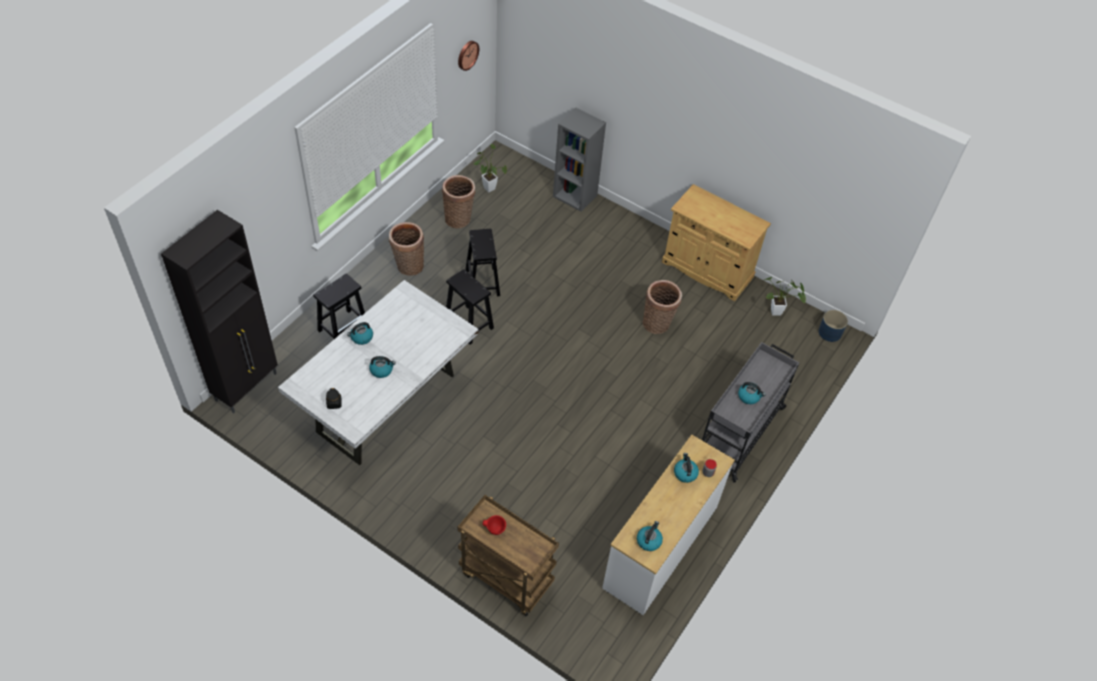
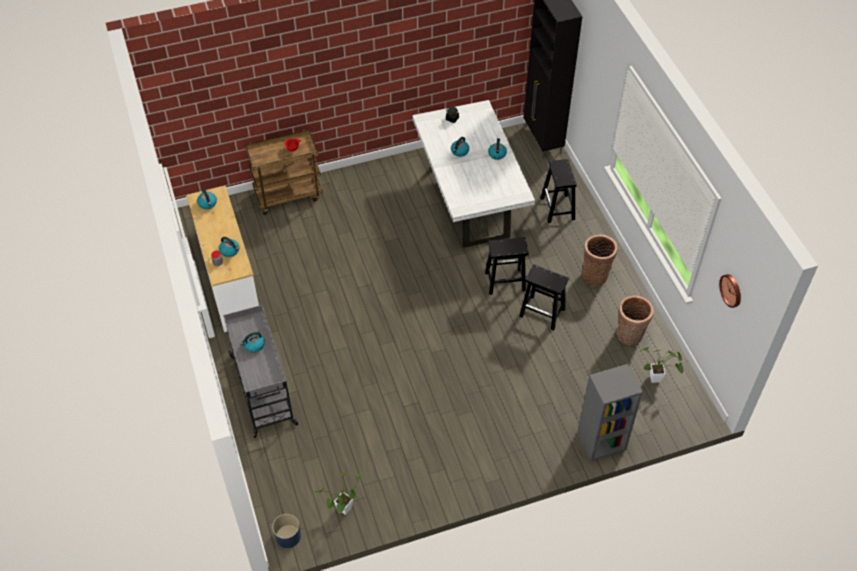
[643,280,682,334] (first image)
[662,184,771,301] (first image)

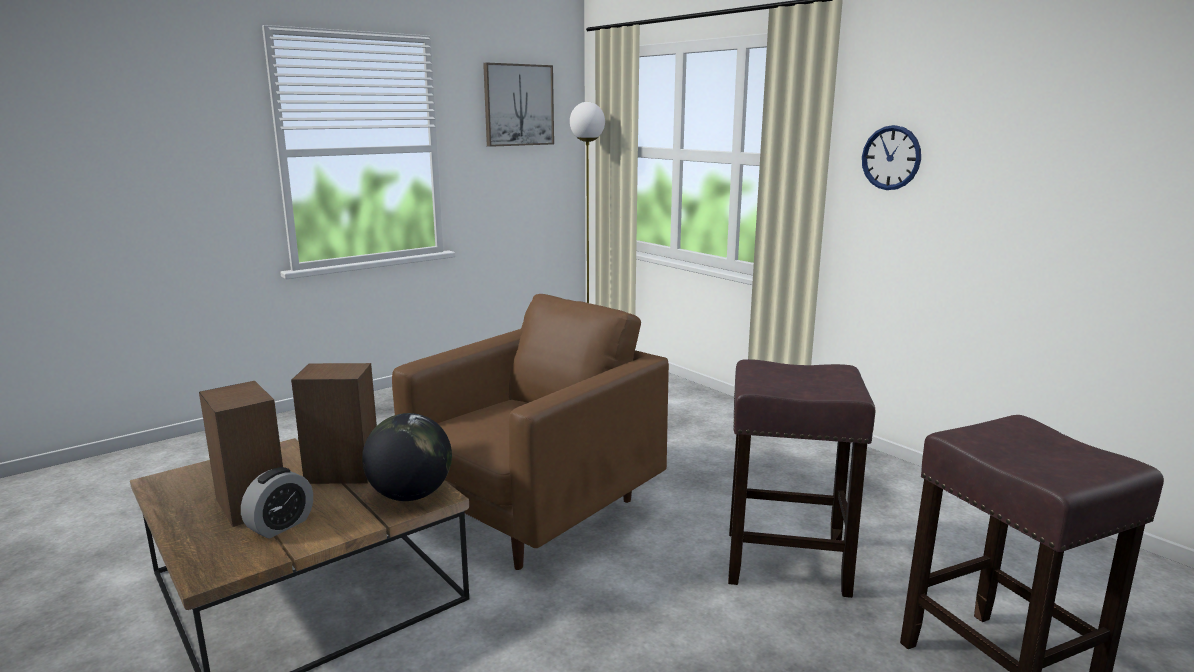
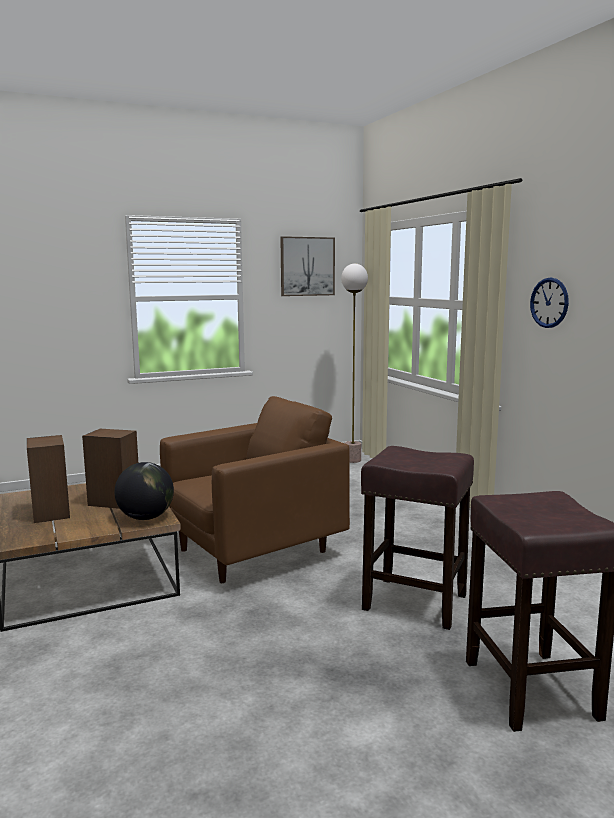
[241,467,313,539] (first image)

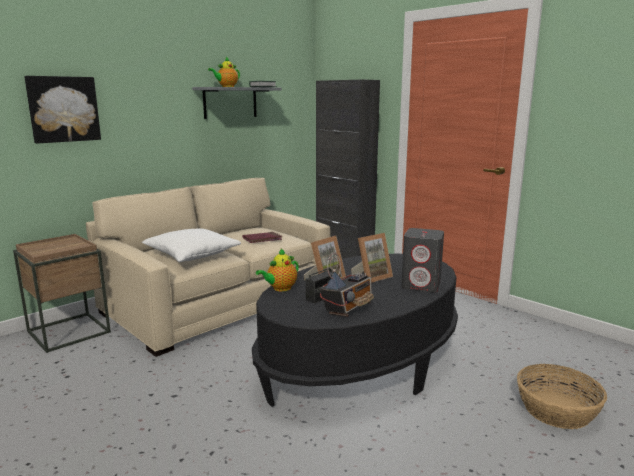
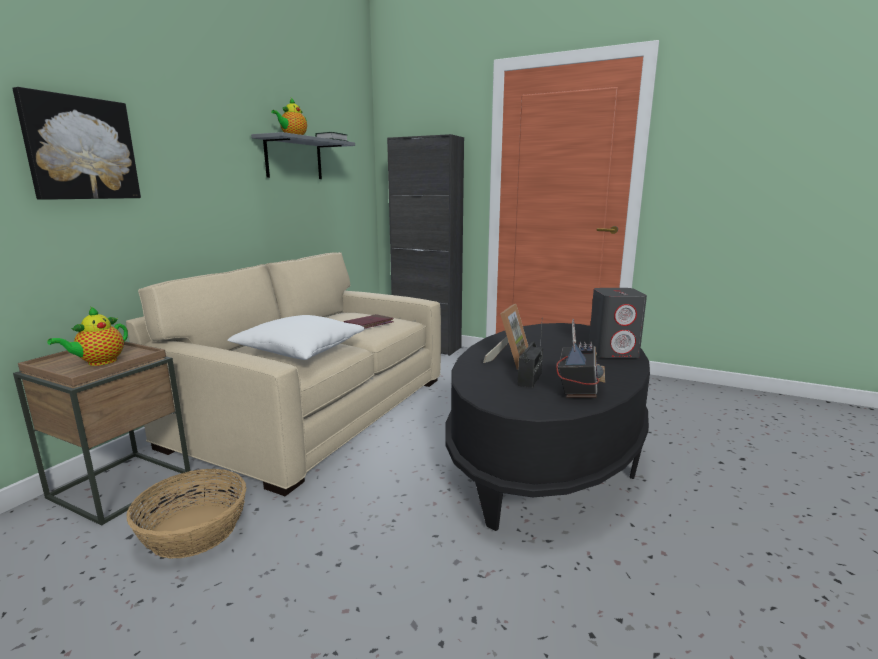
[47,306,128,366]
[126,469,247,559]
[351,233,393,283] (first image)

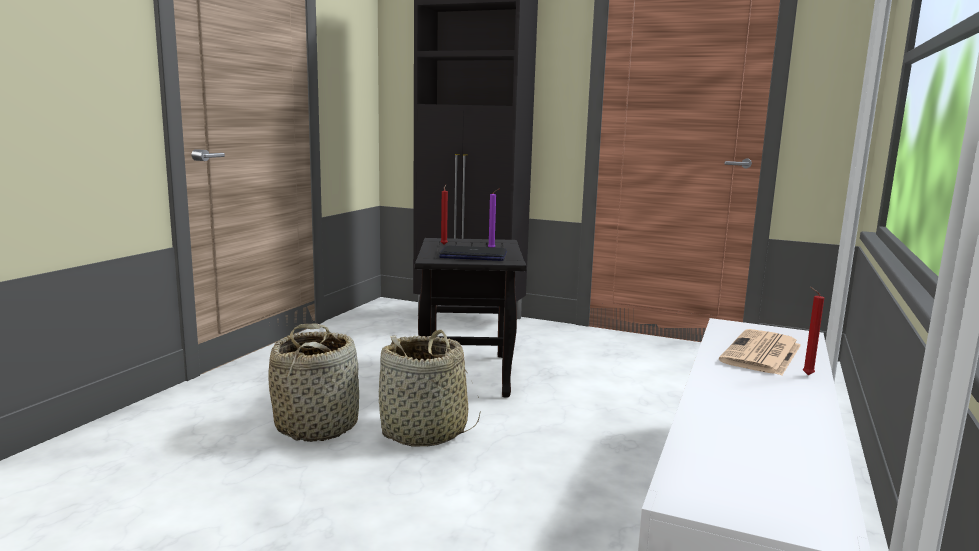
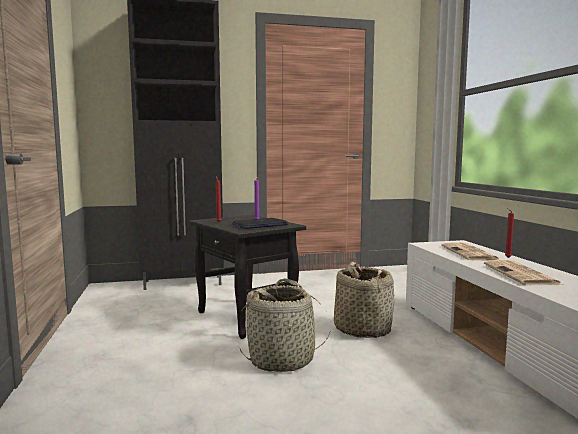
[334,262,394,338]
[484,260,563,285]

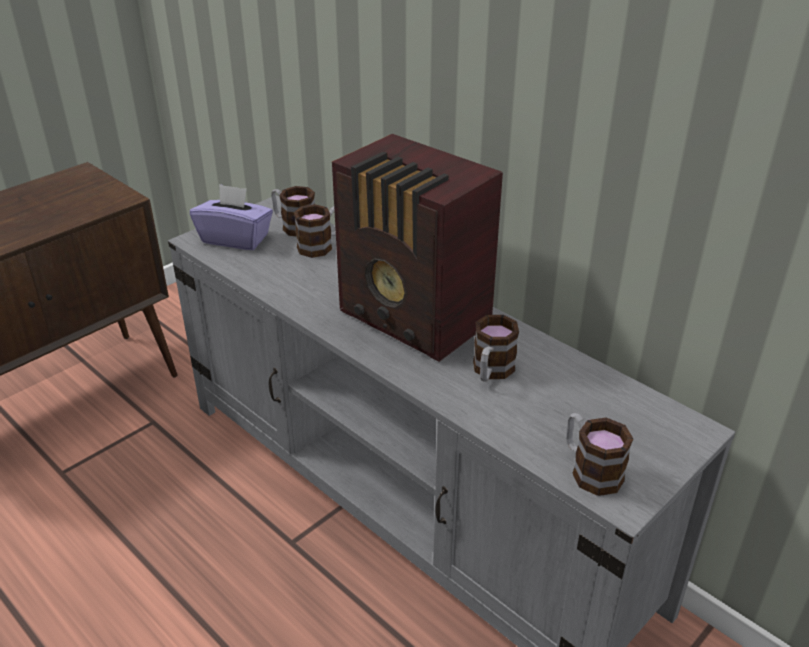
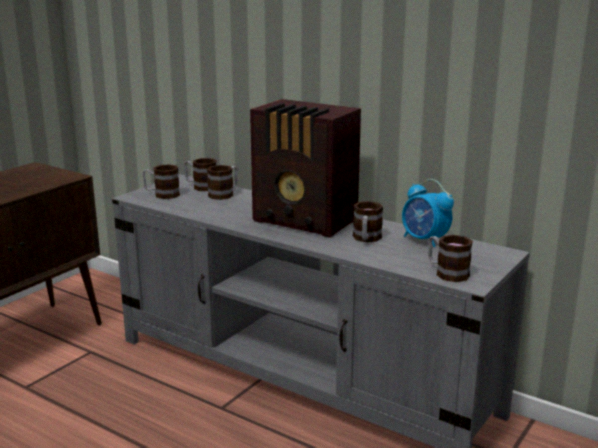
[142,164,180,199]
[402,179,454,247]

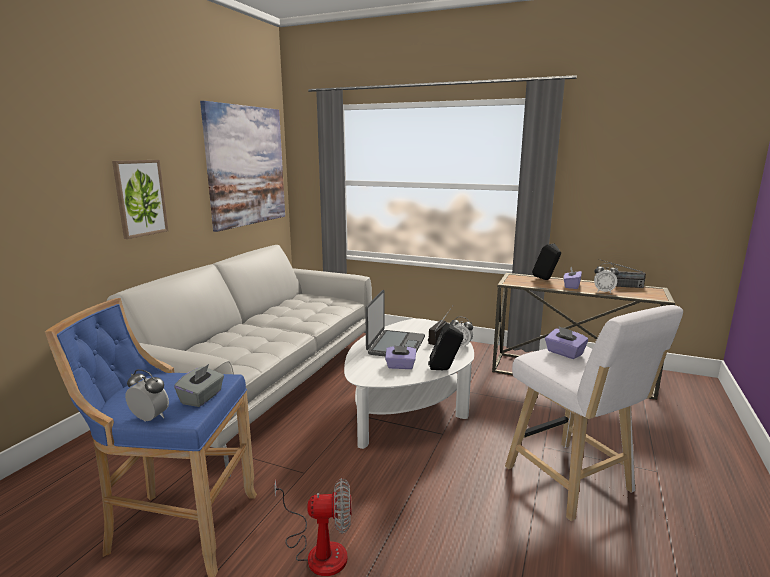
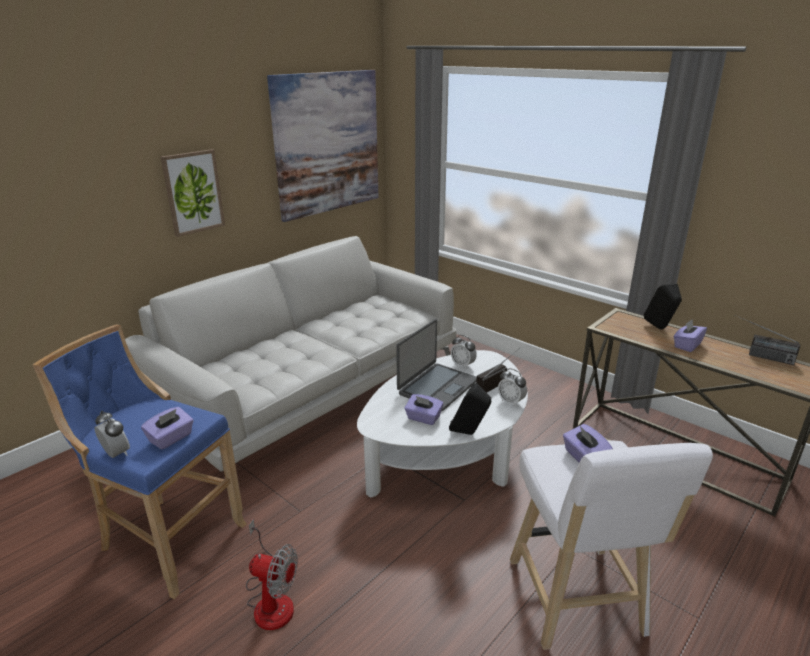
[141,407,194,450]
[451,335,477,369]

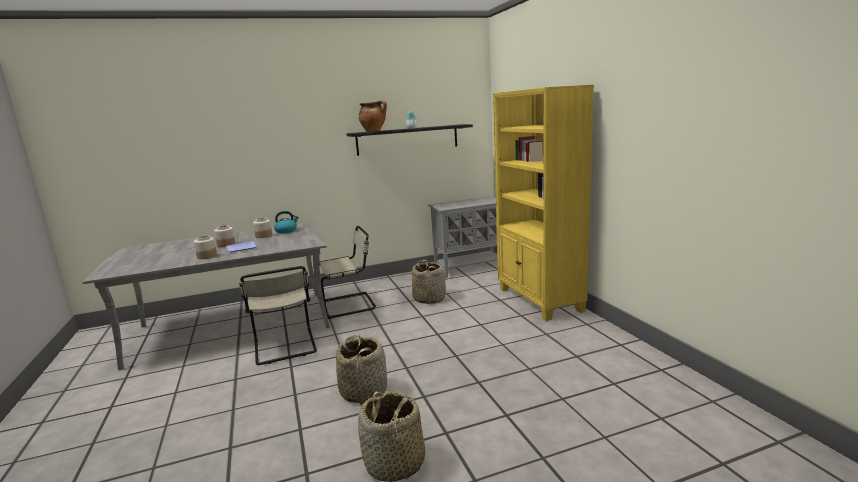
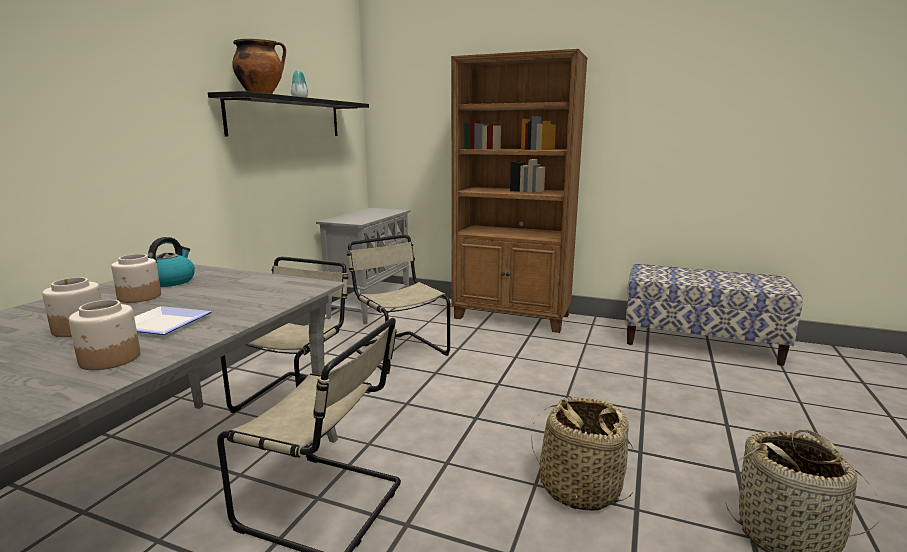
[347,235,450,374]
[451,49,587,333]
[626,264,803,366]

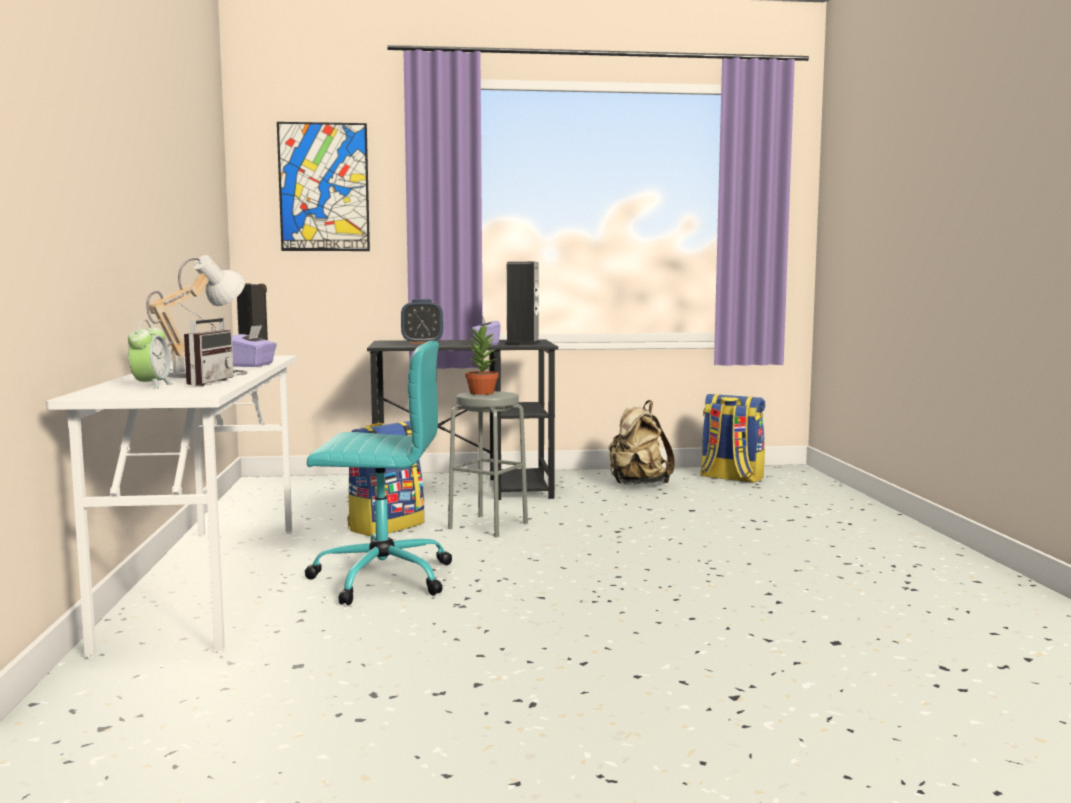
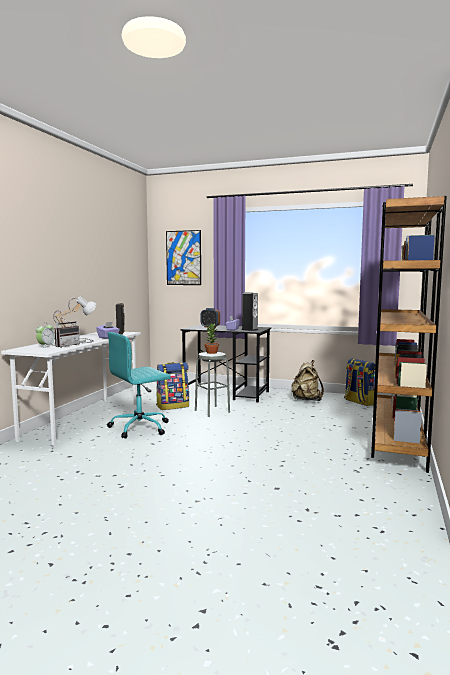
[107,332,171,439]
[371,196,447,473]

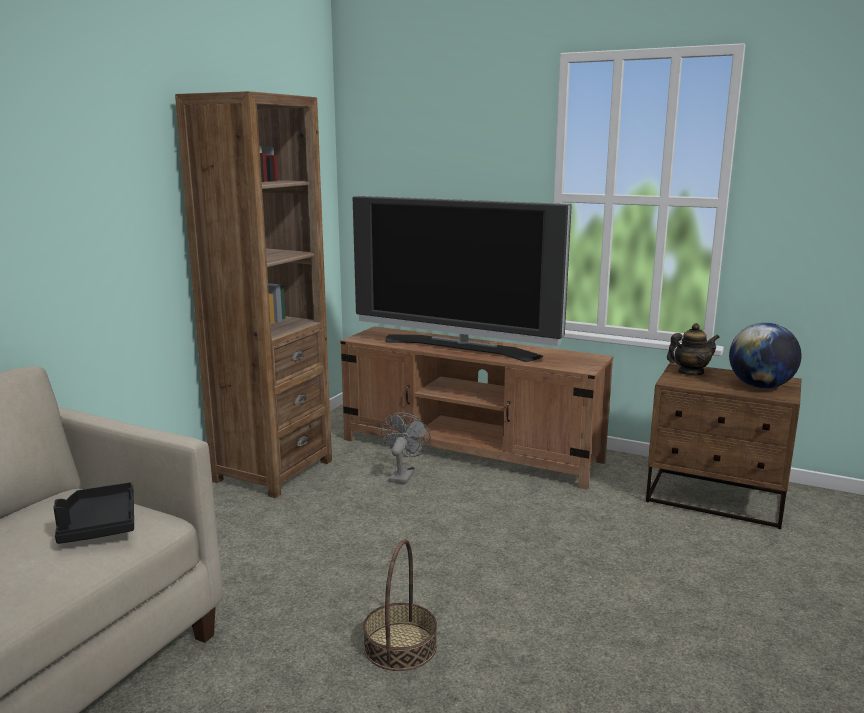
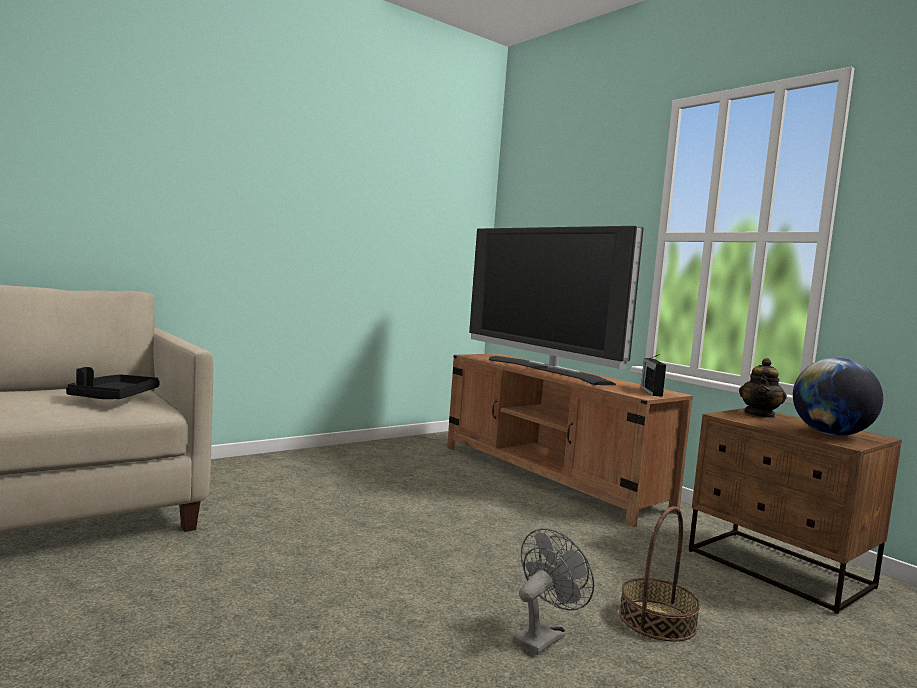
[513,528,594,655]
[619,506,700,642]
[641,354,666,397]
[739,358,787,418]
[175,91,332,498] (first image)

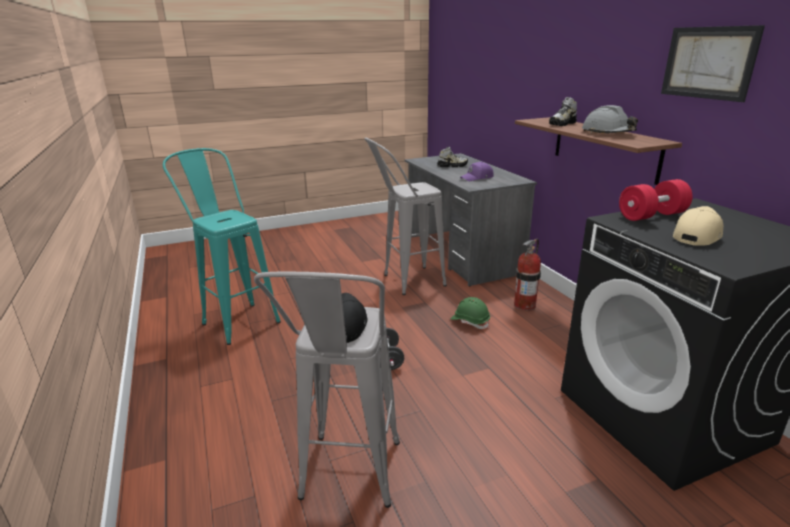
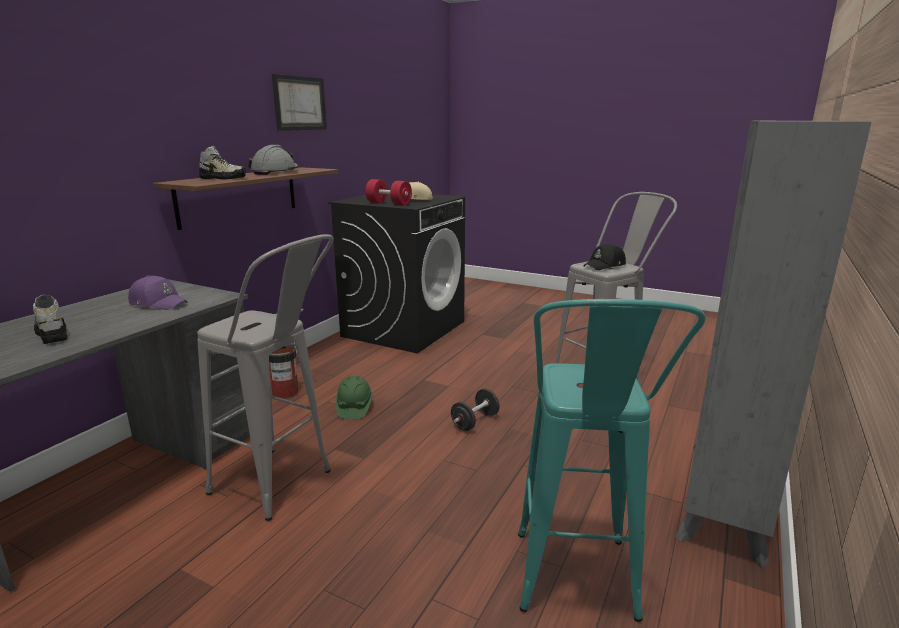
[675,121,872,568]

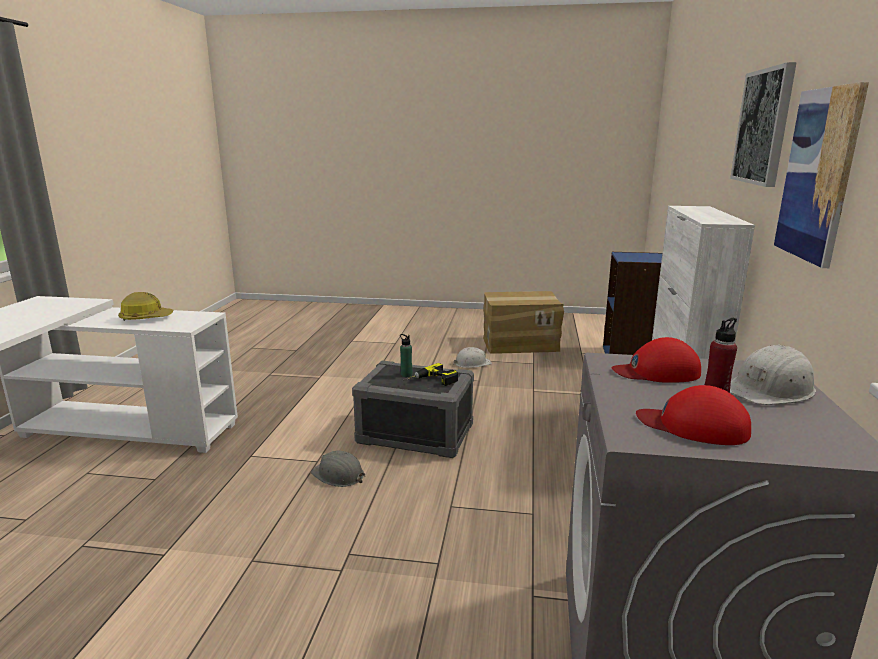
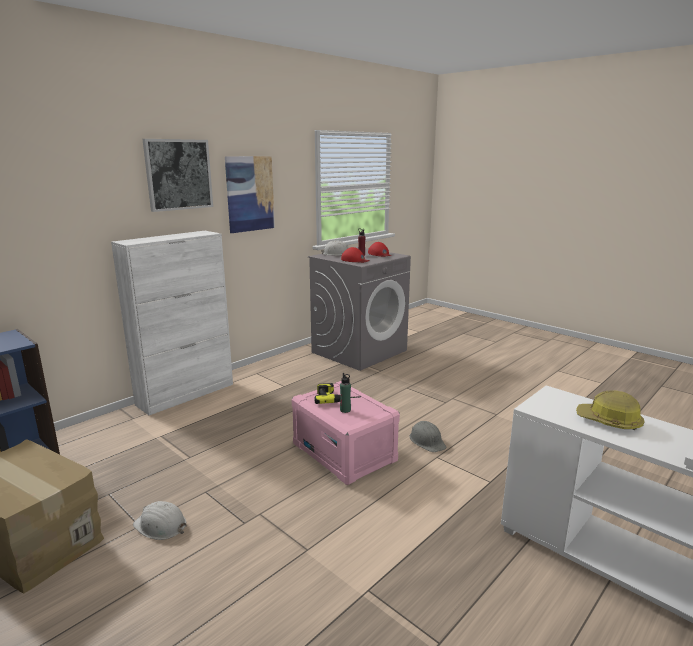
[292,381,400,485]

